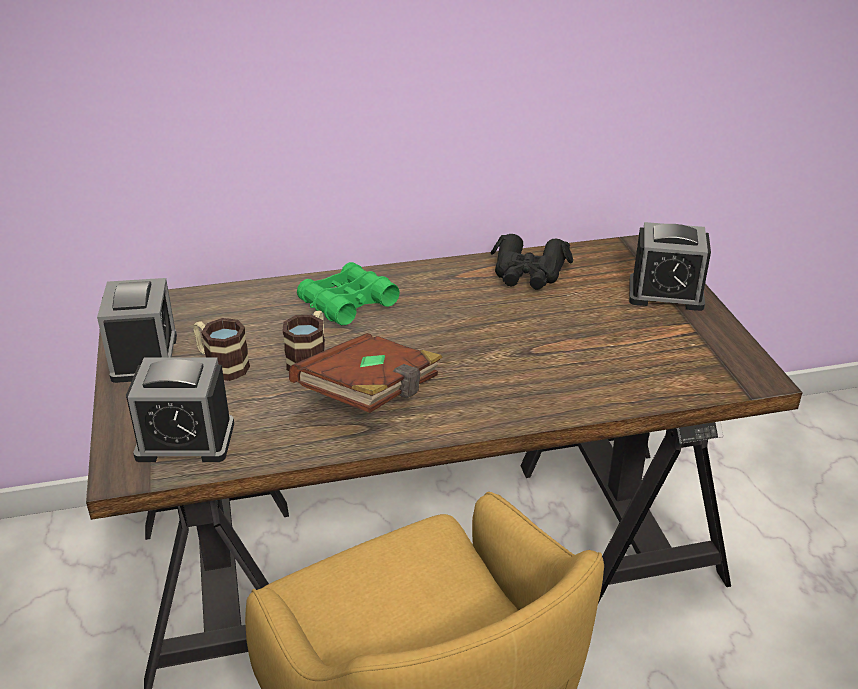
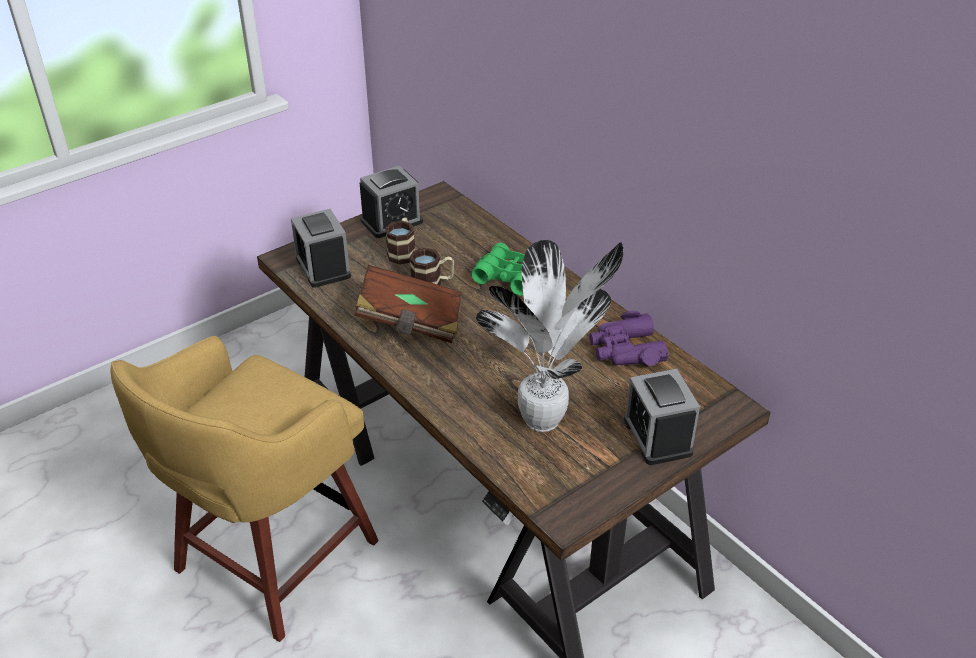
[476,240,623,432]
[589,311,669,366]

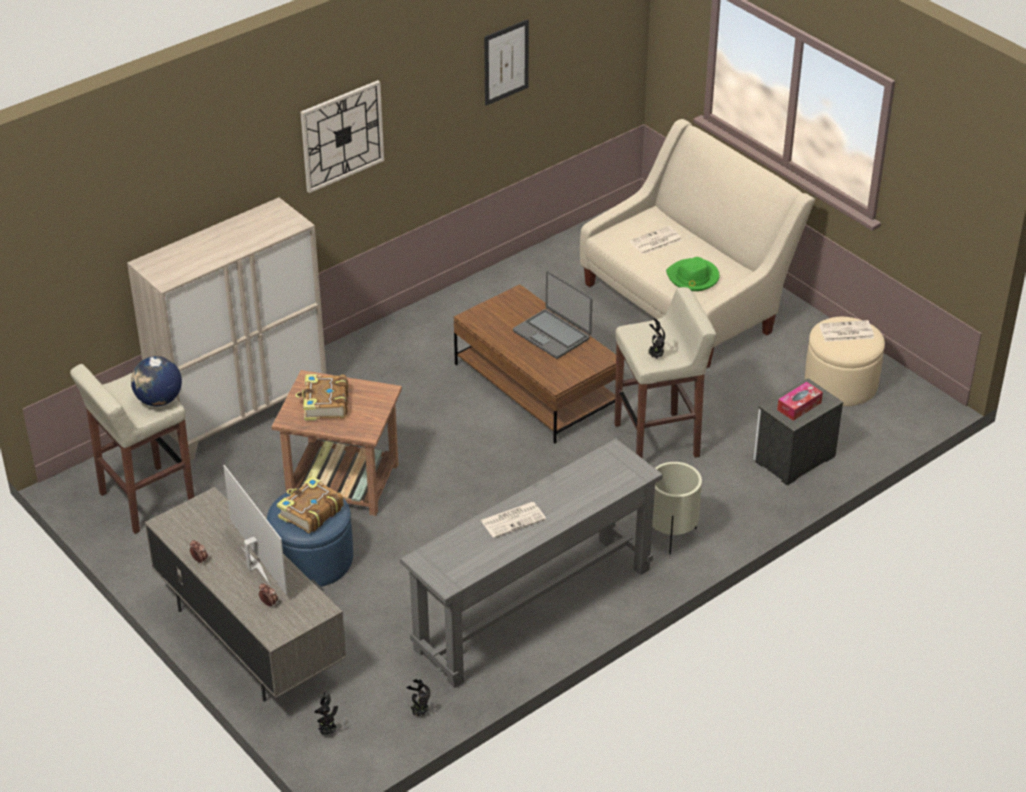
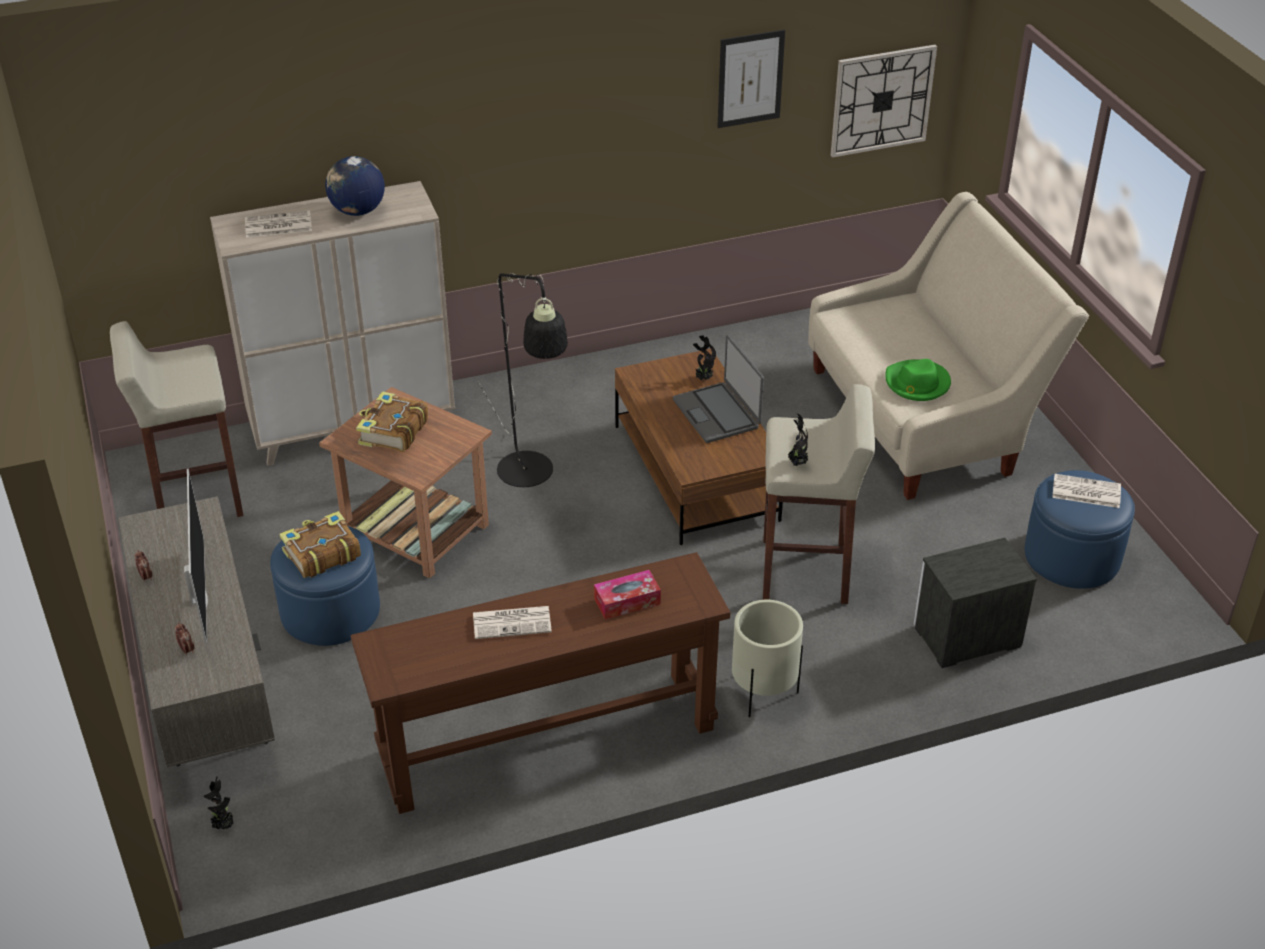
[245,210,312,238]
[325,156,385,216]
[351,552,731,814]
[478,273,568,487]
[594,570,661,620]
[693,336,716,380]
[831,45,937,158]
[1025,470,1135,589]

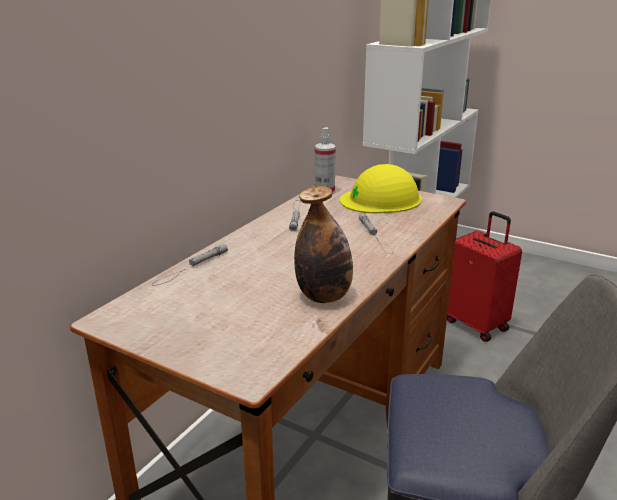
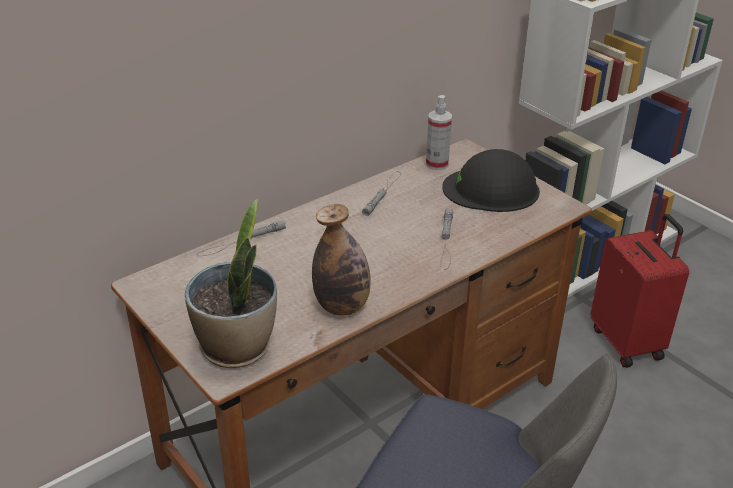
[185,198,277,368]
[442,149,540,212]

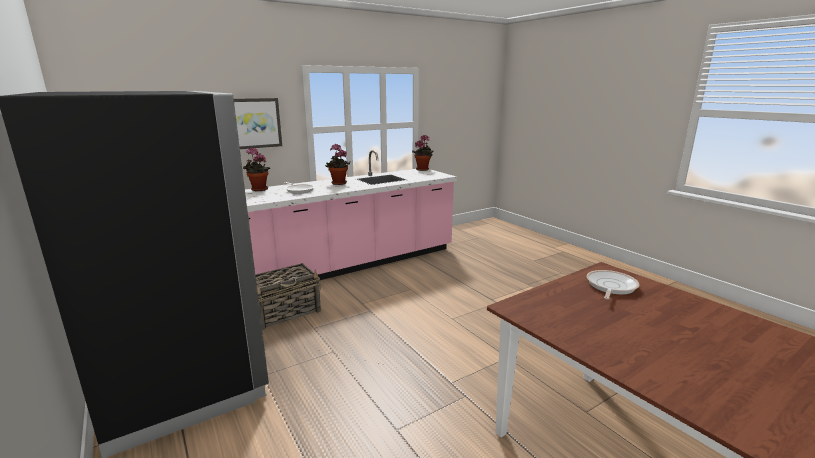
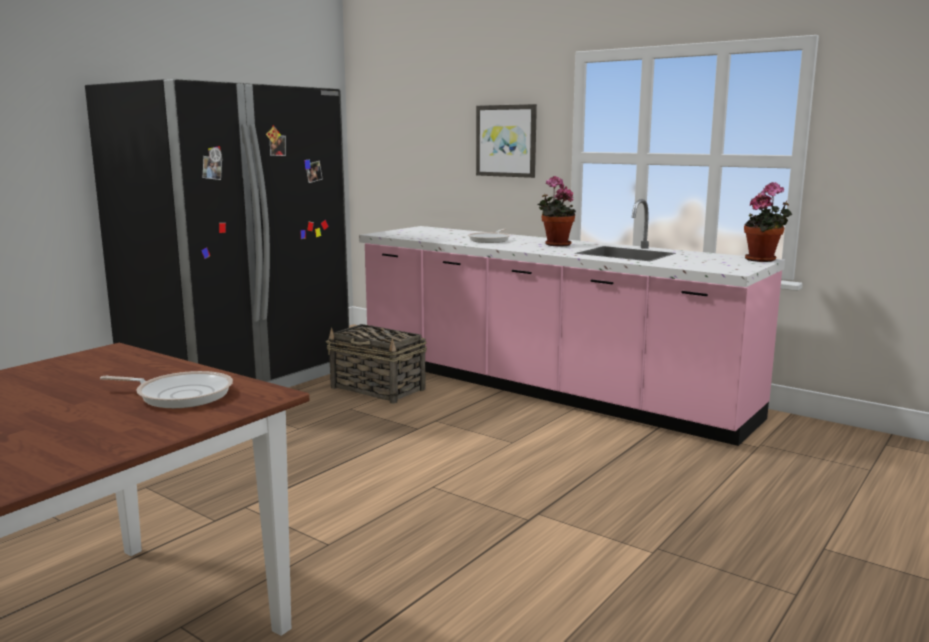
[243,148,270,191] (first image)

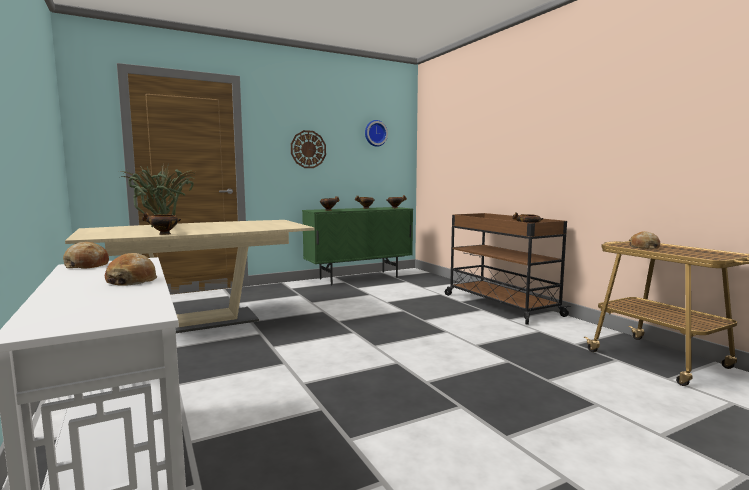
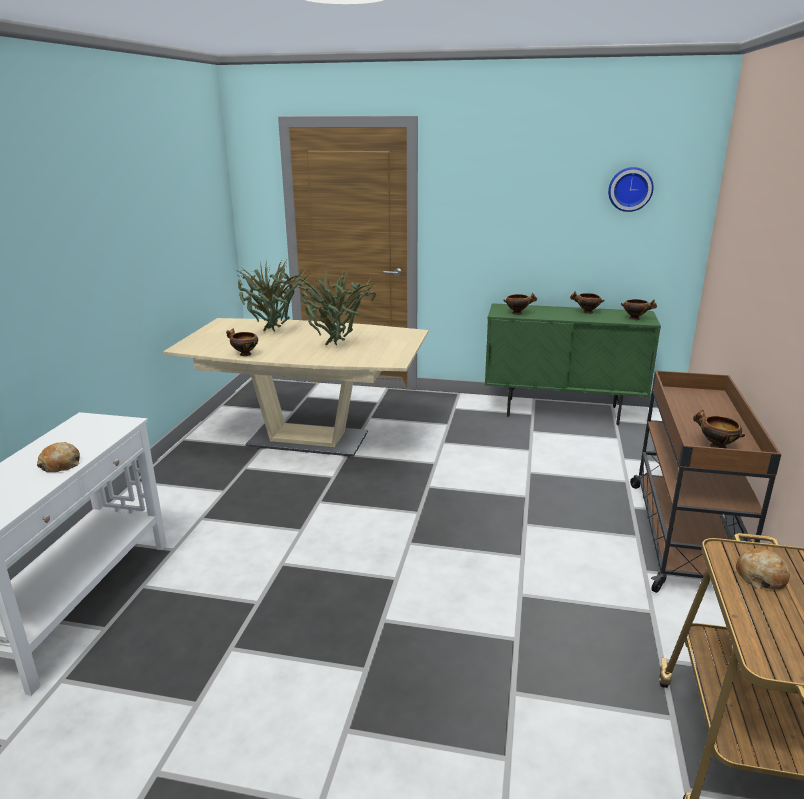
[295,267,376,346]
[63,242,109,269] (first image)
[291,130,326,168] (first image)

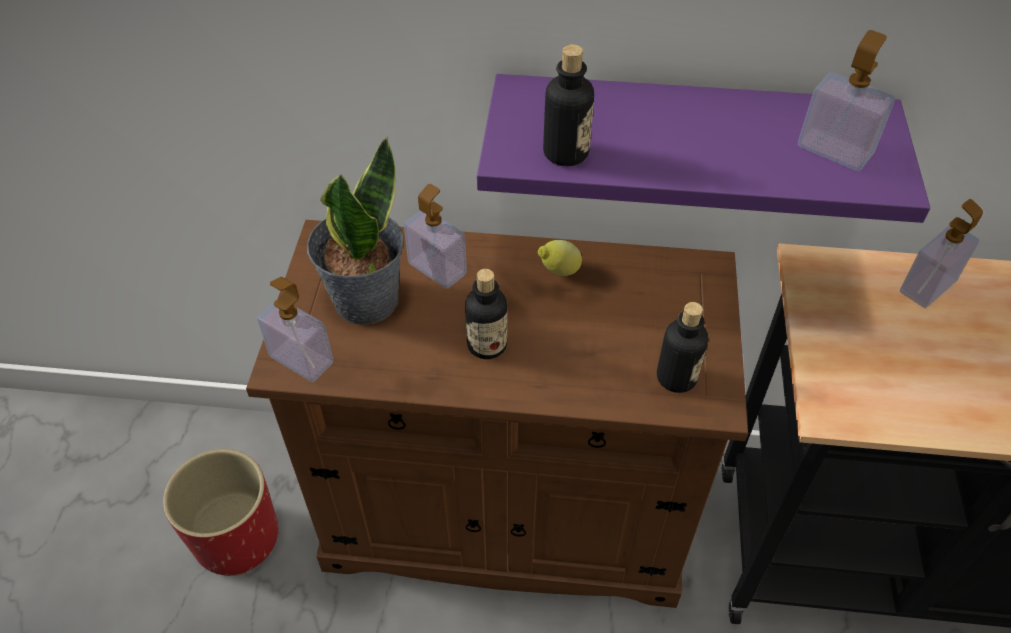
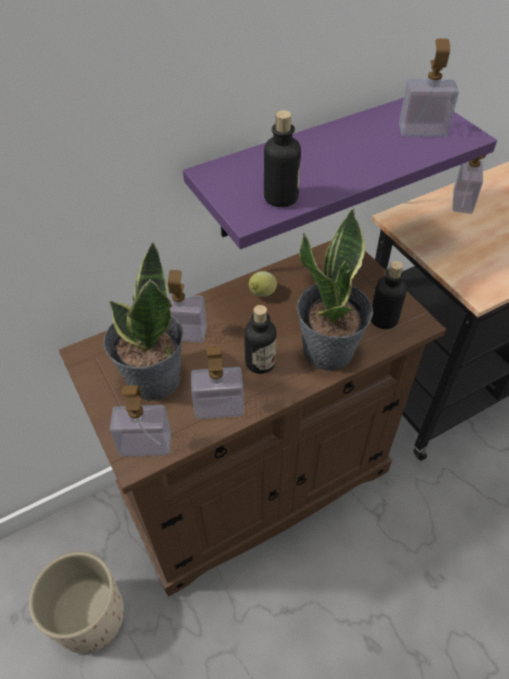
[29,552,124,654]
[191,347,244,419]
[297,208,373,371]

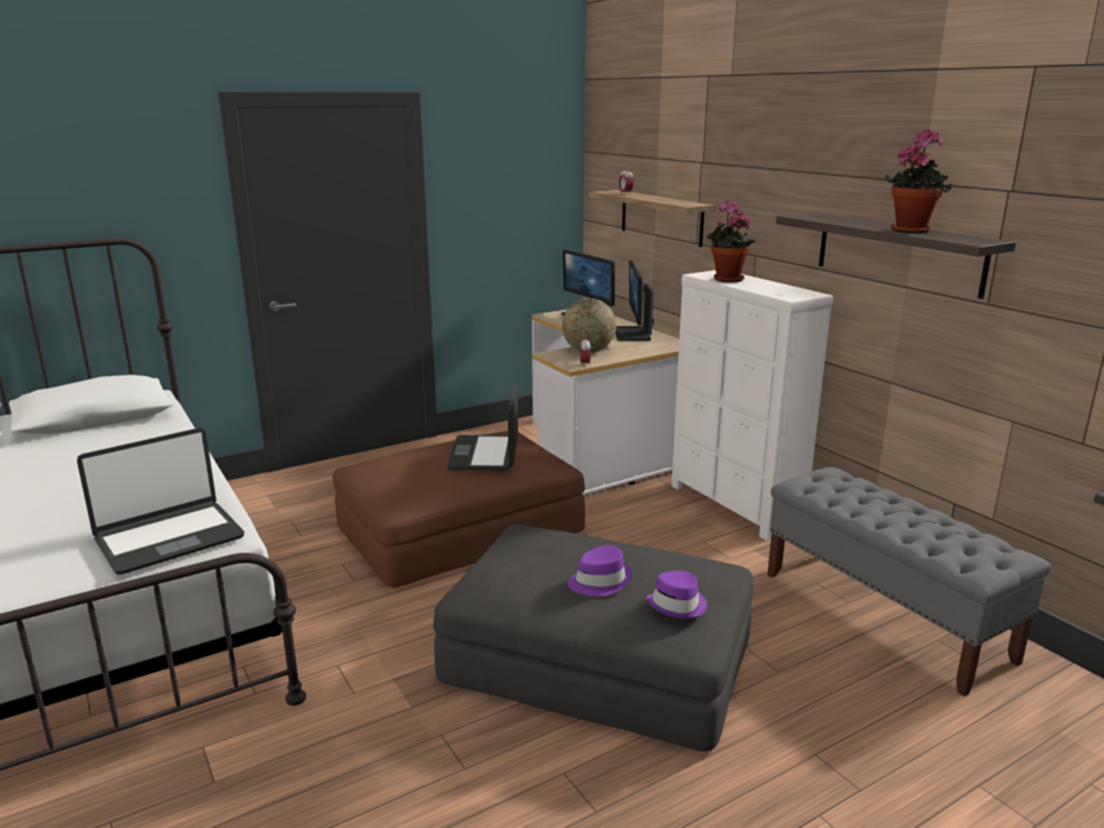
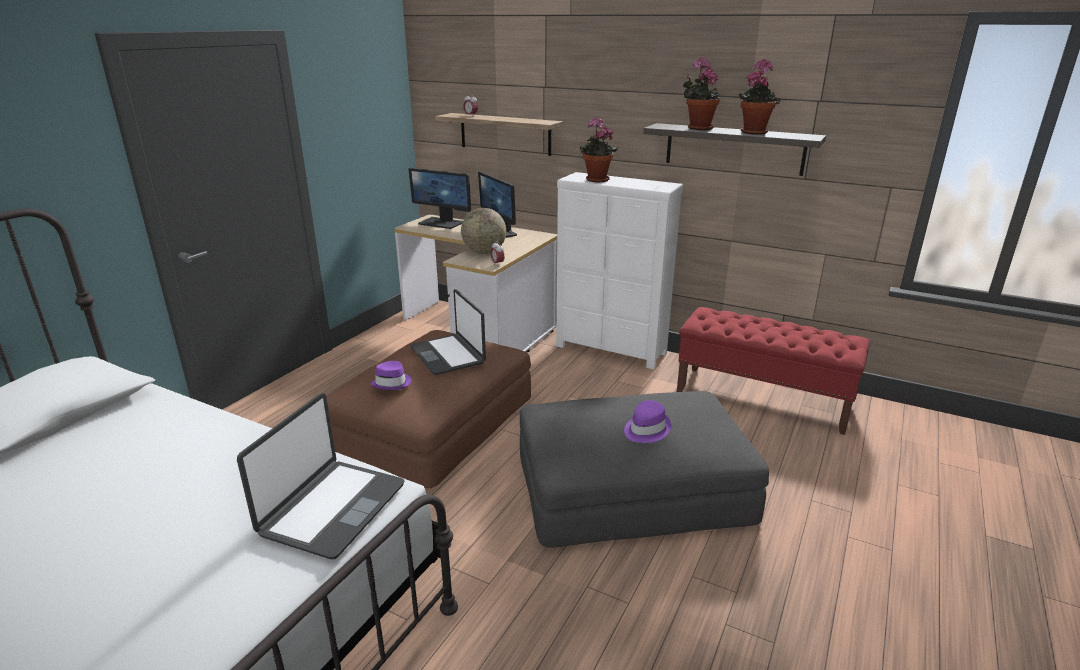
[371,361,411,390]
[677,307,870,435]
[683,57,720,130]

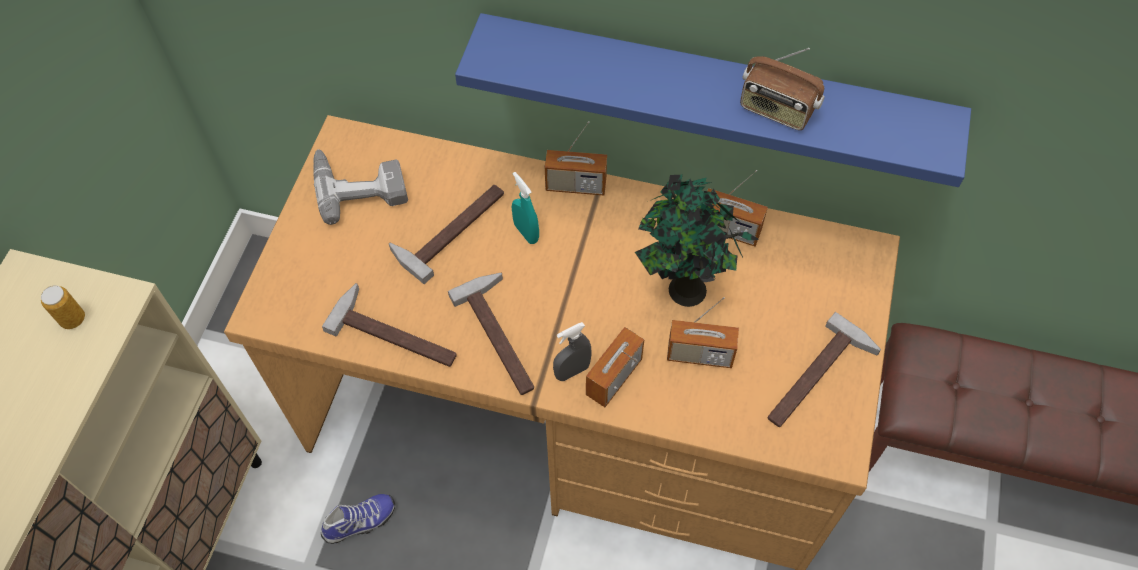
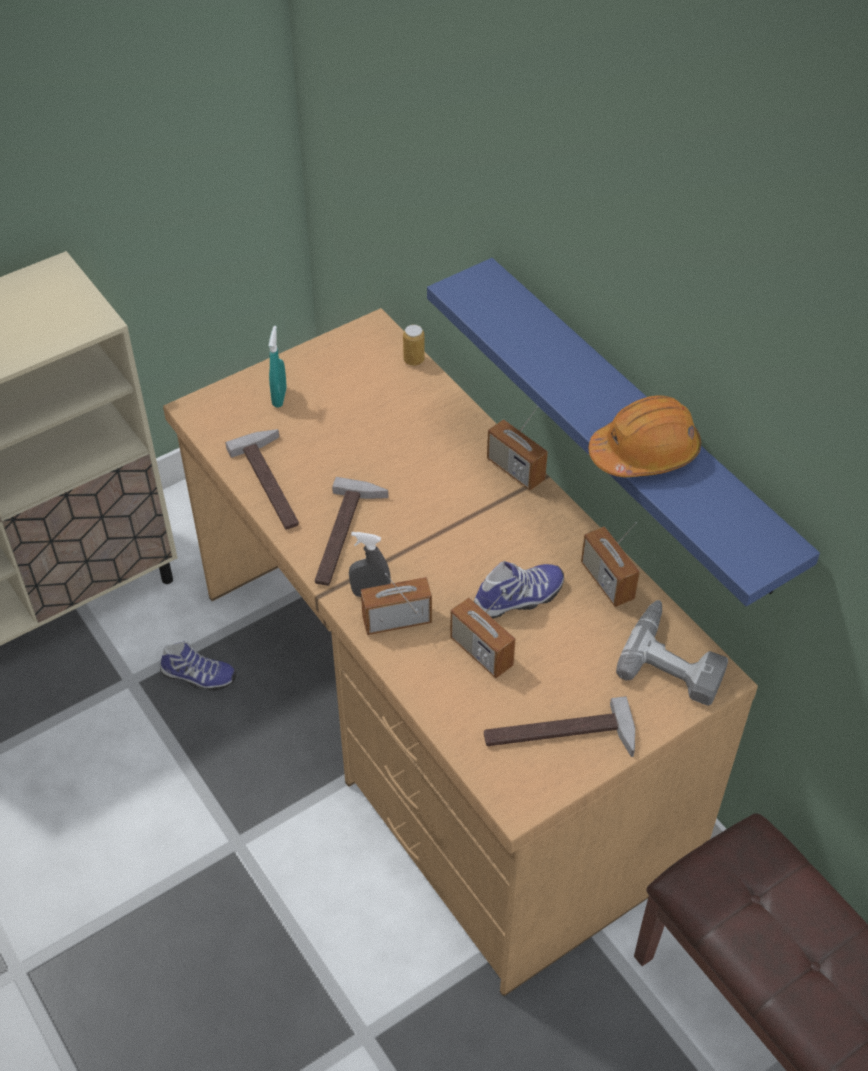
[269,326,287,407]
[403,325,425,366]
[474,561,564,619]
[589,395,701,477]
[616,600,728,706]
[389,185,504,284] (first image)

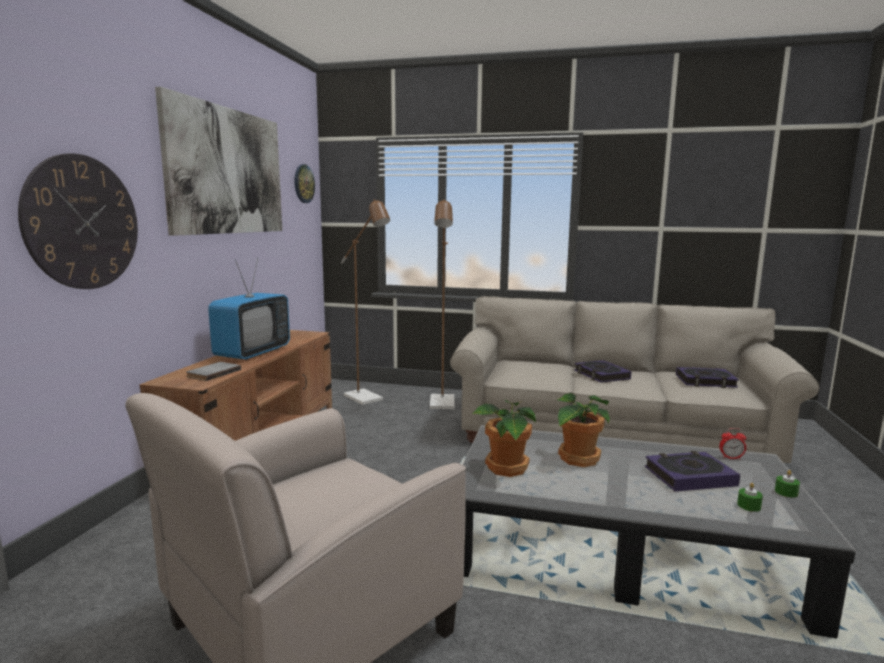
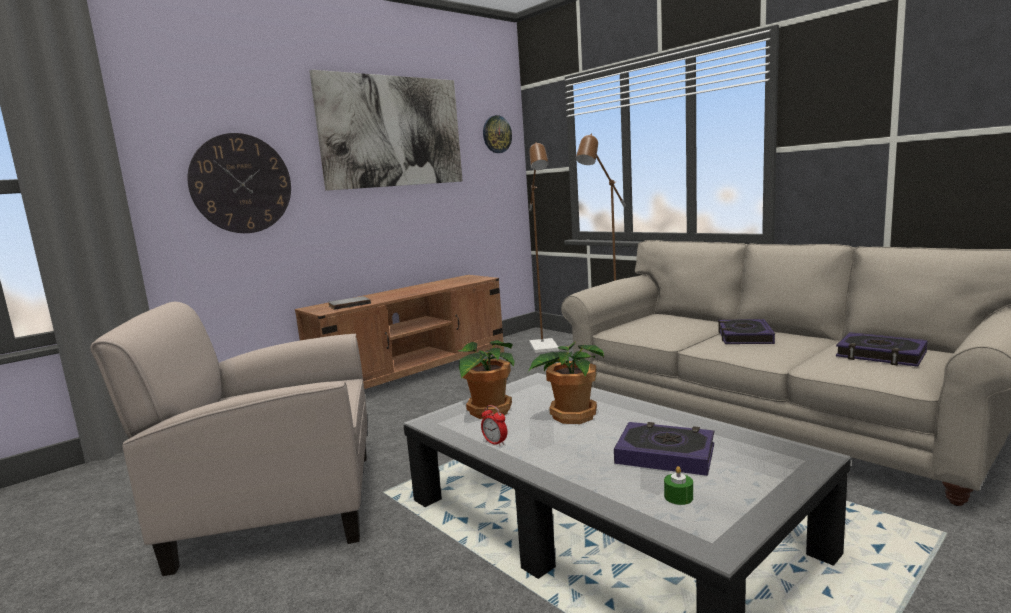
[481,405,507,446]
[208,257,290,360] (first image)
[775,470,800,498] (first image)

